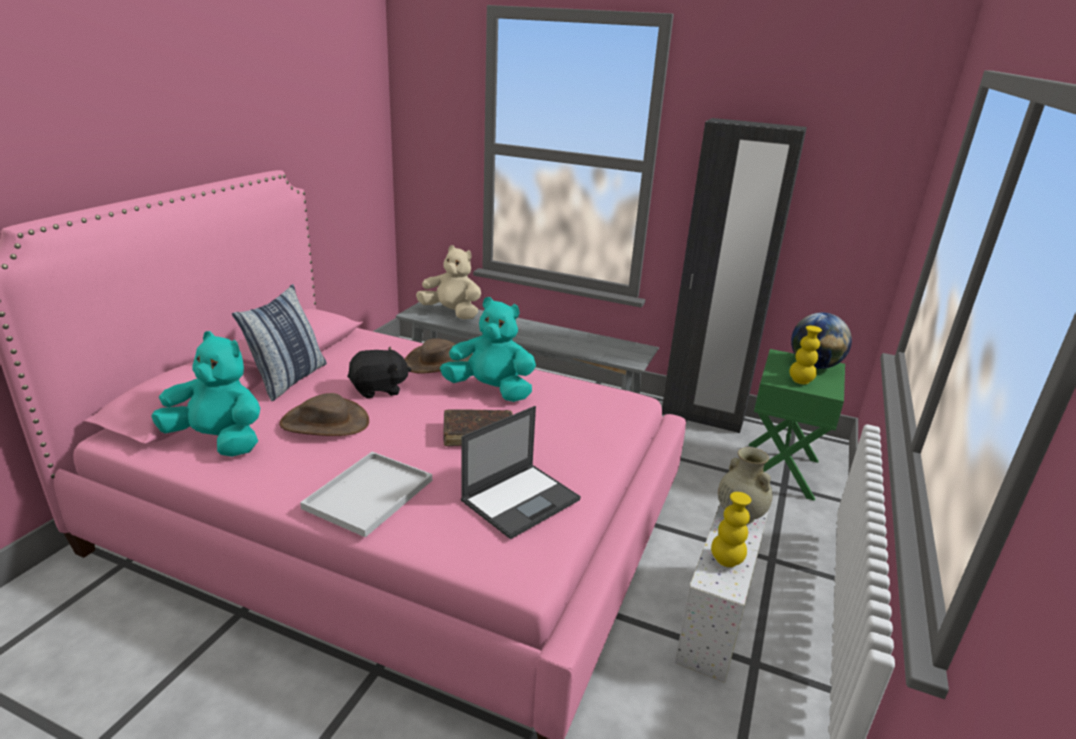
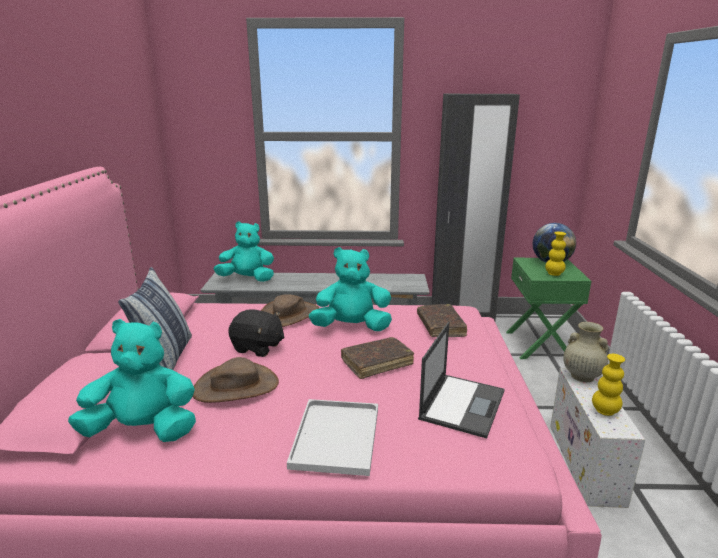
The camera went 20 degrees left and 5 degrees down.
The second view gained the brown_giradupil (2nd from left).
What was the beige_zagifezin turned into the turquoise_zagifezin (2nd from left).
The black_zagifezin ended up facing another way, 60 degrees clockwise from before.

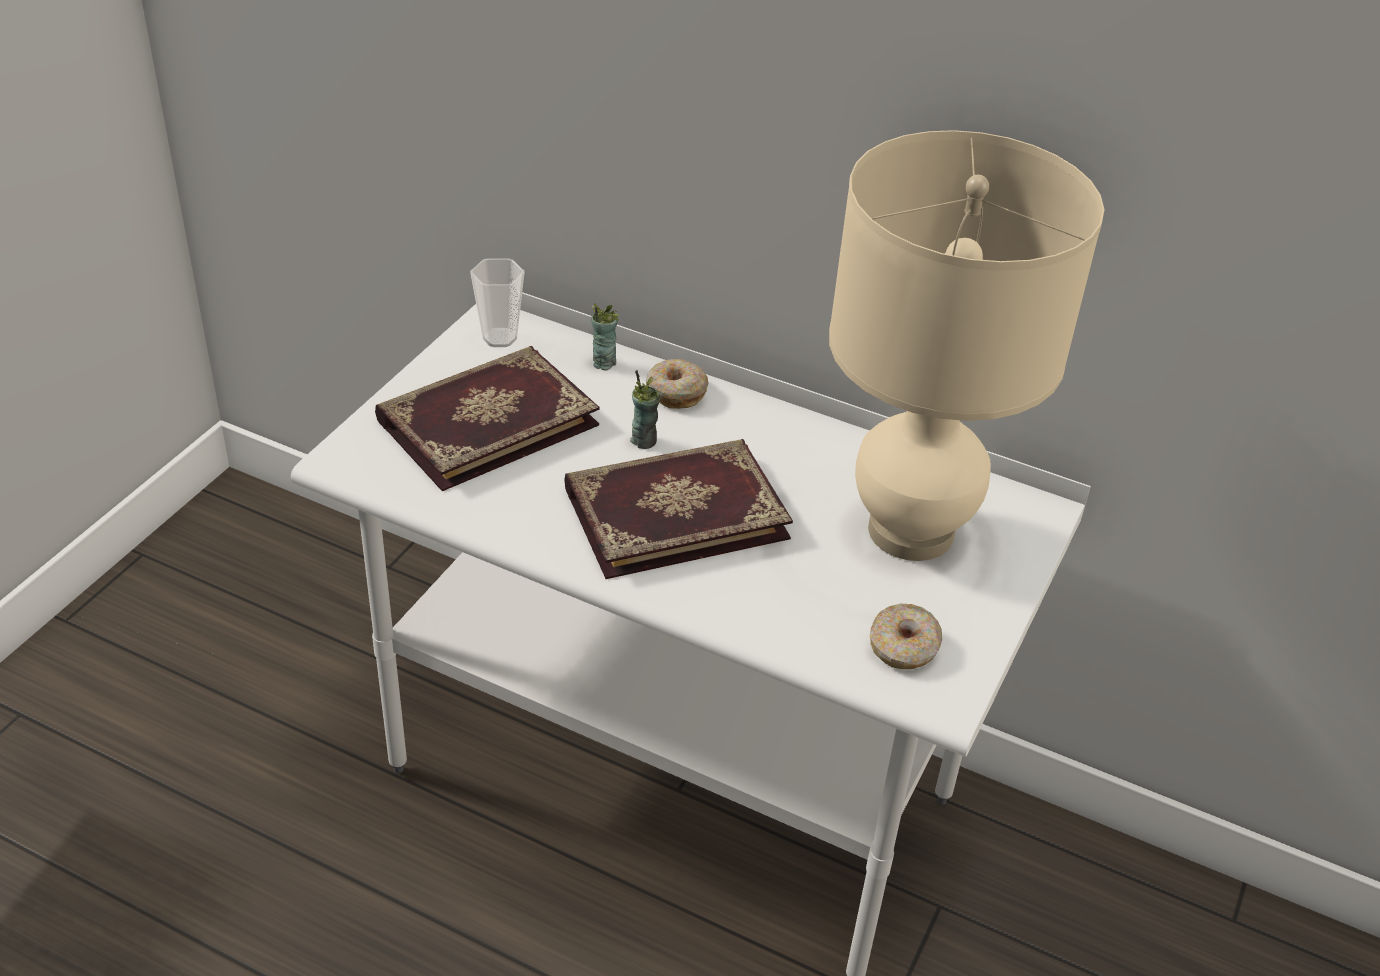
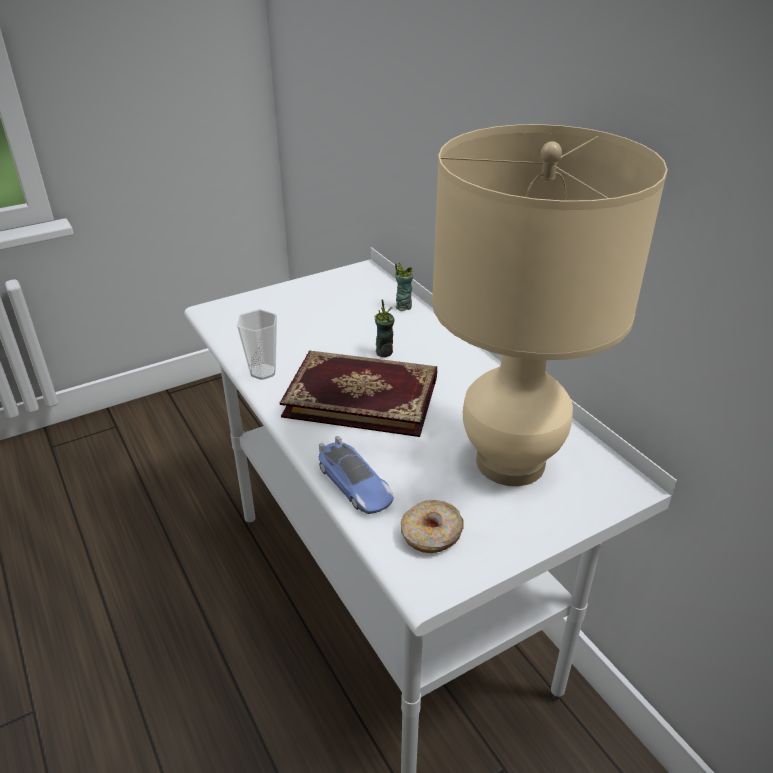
The camera went 35 degrees right and 5 degrees down.
The second view lost the giradupil (1st from left).
The second view lost the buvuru (1st from left).
The second view gained the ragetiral.
The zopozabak (1st from left) ended up elsewhere.

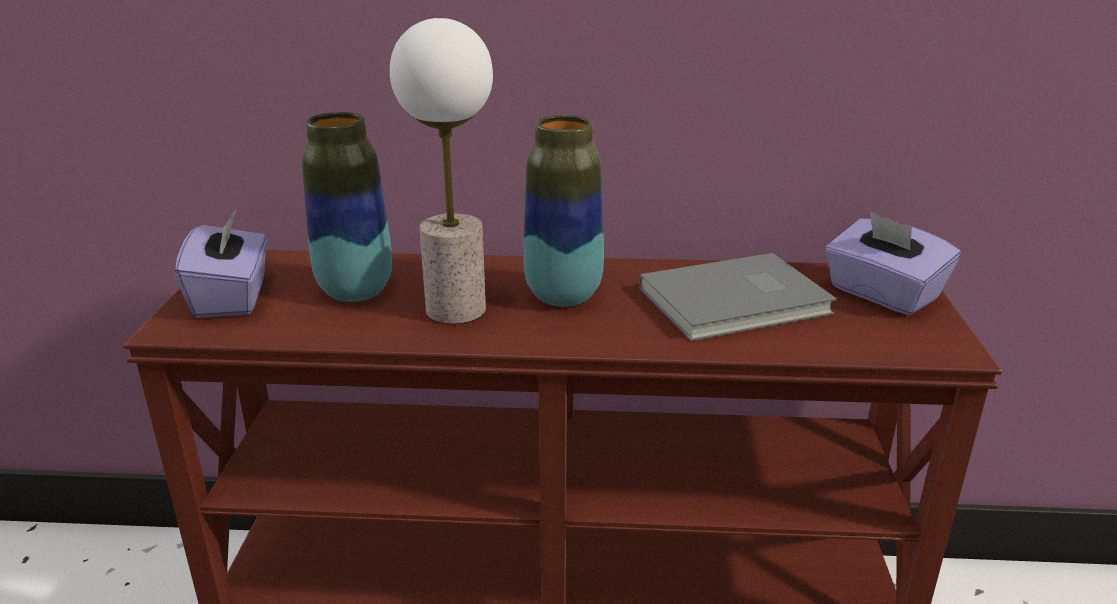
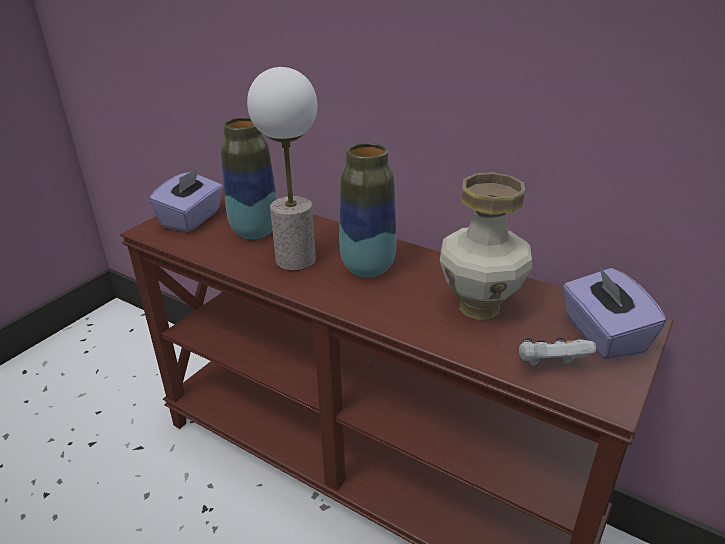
The camera went 30 degrees right and 5 degrees up.
The second view gained the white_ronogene.
Where the grey_giradupil stood, the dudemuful (3rd from left) came to stand.

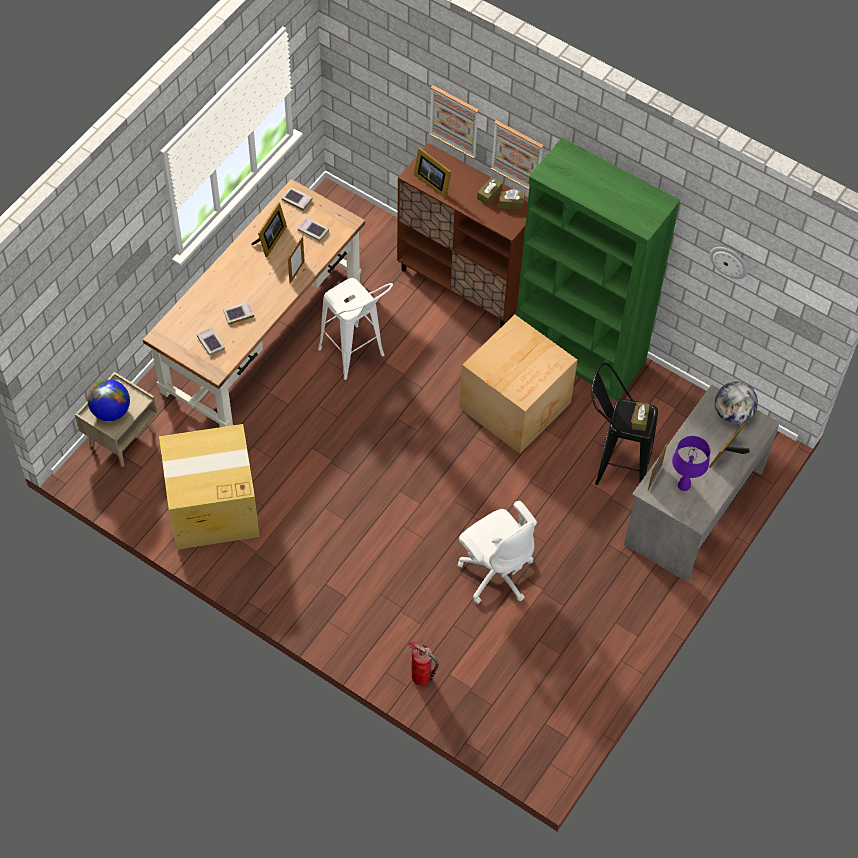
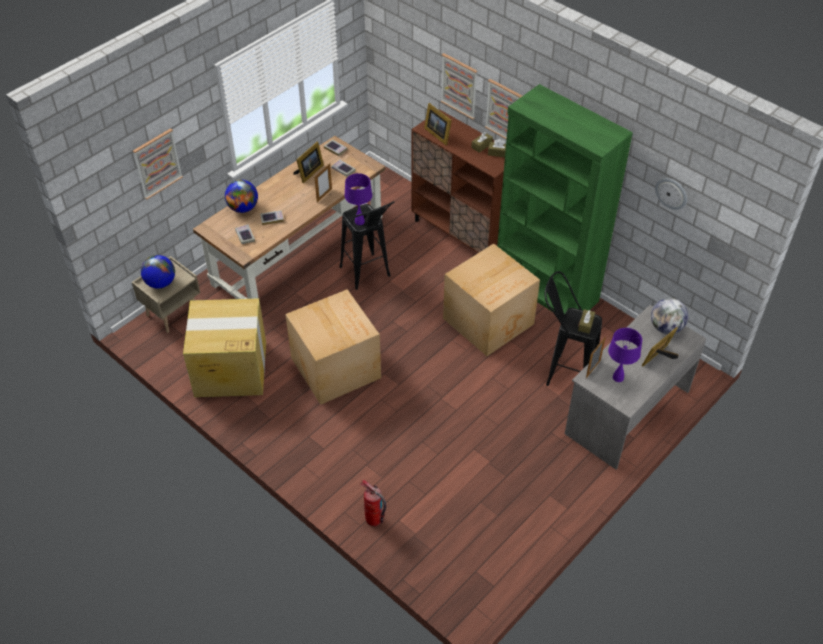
The camera went 10 degrees right and 10 degrees down.
The second view lost the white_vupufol.
The second view gained the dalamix (1st from left).
The second view gained the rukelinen (2nd from left).
The second view gained the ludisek (2nd from left).
The second view gained the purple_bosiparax (1st from left).
What was the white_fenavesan turned into the black_fenavesan (1st from left).

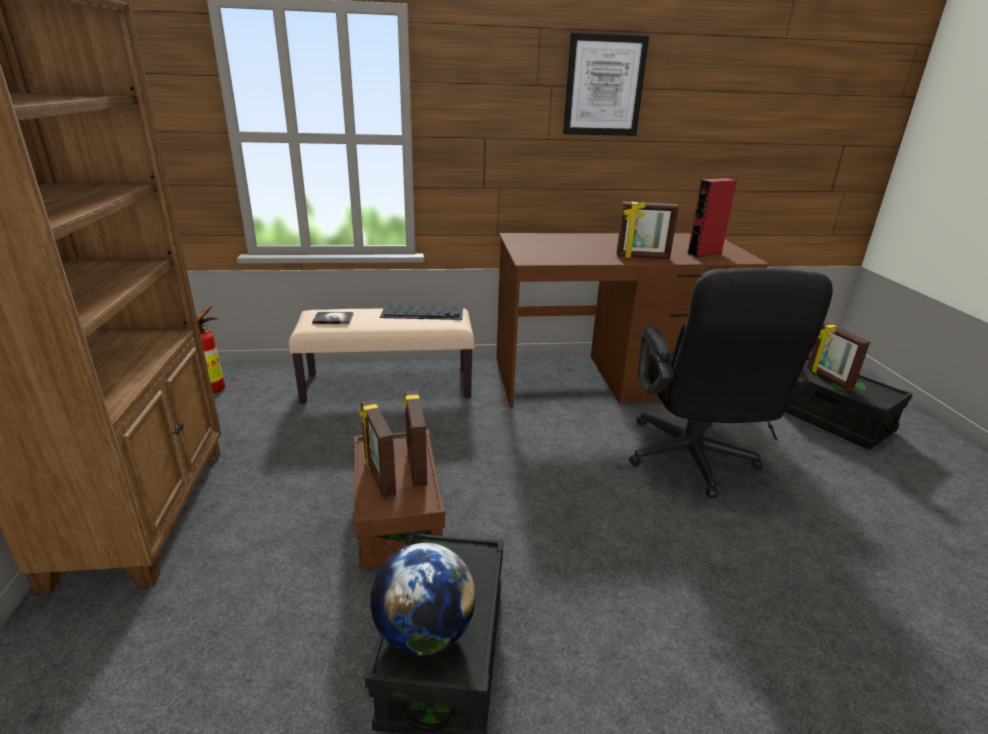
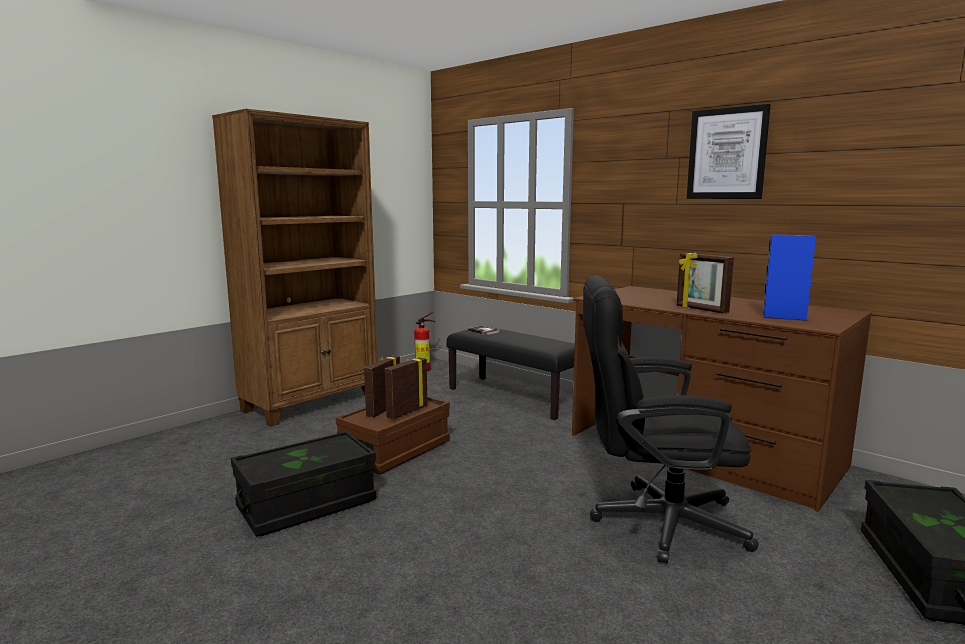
The camera went 50 degrees right and 15 degrees down.
The second view lost the rukelinen.
The second view lost the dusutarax.
The second view lost the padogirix (4th from left).
What was the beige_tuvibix turned into the black_tuvibix.
What was the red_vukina turned into the blue_vukina.
The black_vupufol ended up facing another way, 45 degrees clockwise from before.

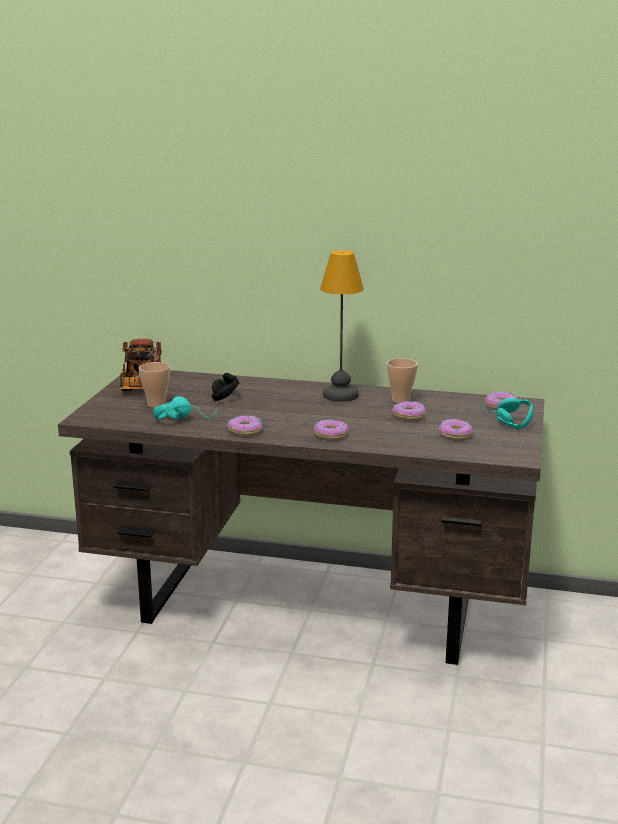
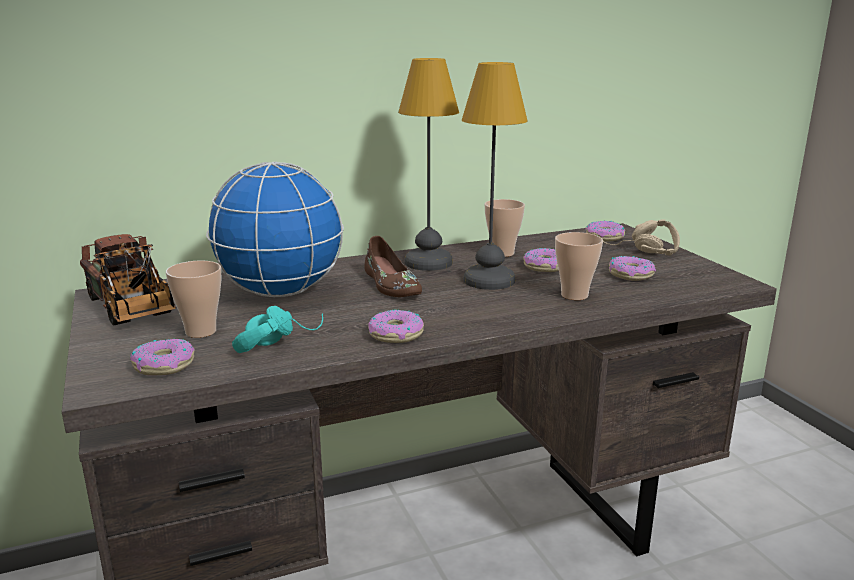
The camera went 35 degrees left and 0 degrees up.
The second view gained the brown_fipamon.
The second view gained the bosiparax (2nd from left).
The second view gained the zopozabak (3rd from left).
The buvuru (2nd from left in the first image) ended up elsewhere.
Where the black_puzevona stood, the rukelinen came to stand.
What was the turquoise_puzevona (2nd from left) turned into the beige_puzevona.

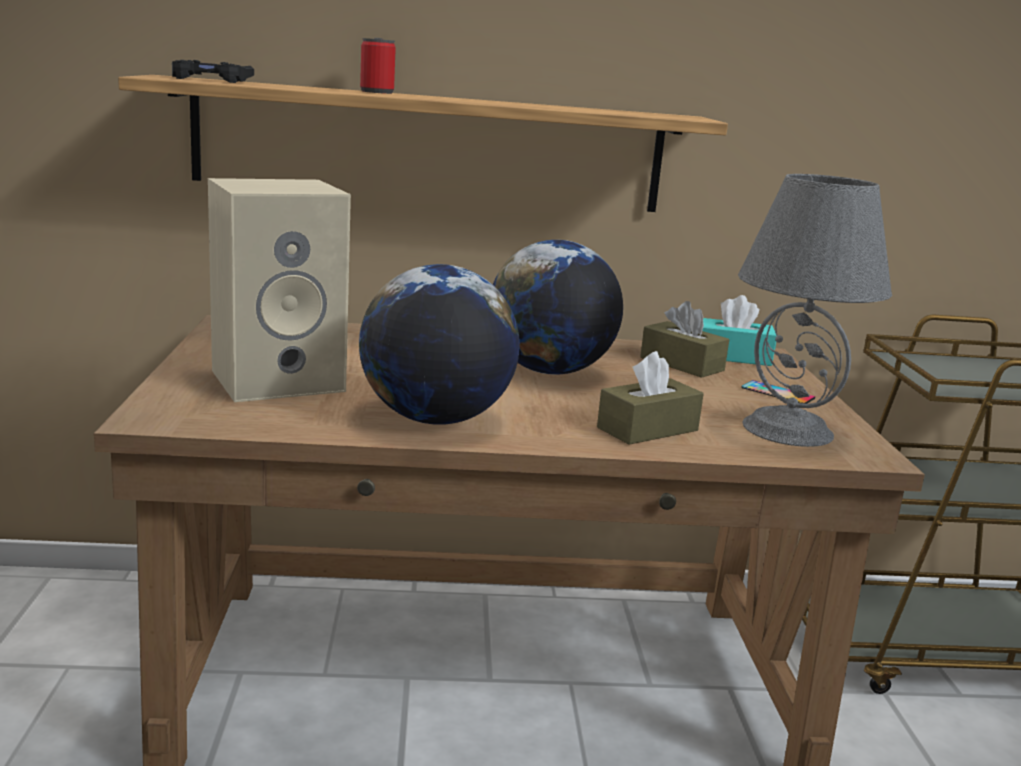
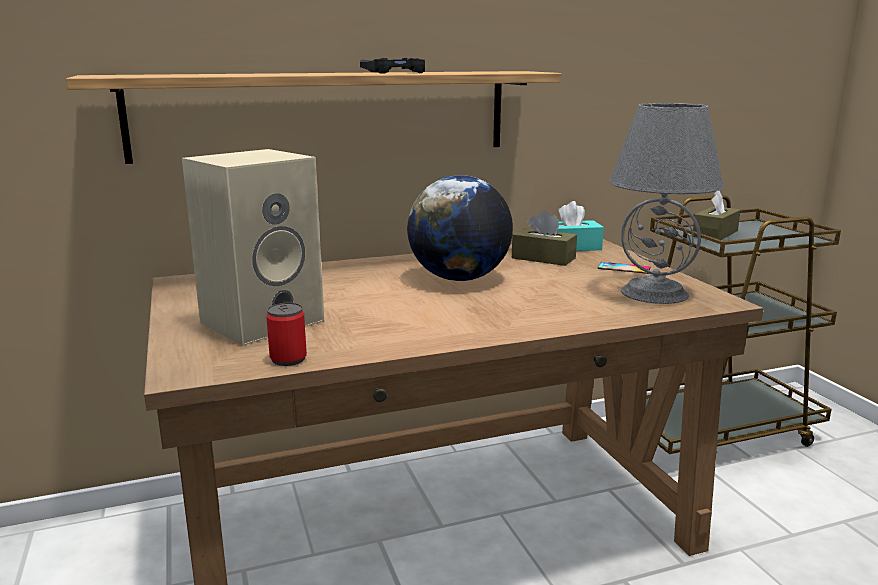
The camera went 15 degrees left and 0 degrees up.
The second view lost the rukelinen (1st from left).
The black_ronogene ended up elsewhere.
The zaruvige ended up elsewhere.
The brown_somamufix (1st from left in the first image) ended up elsewhere.

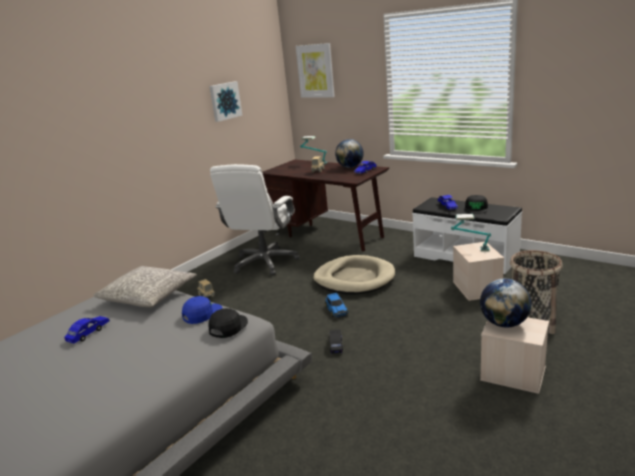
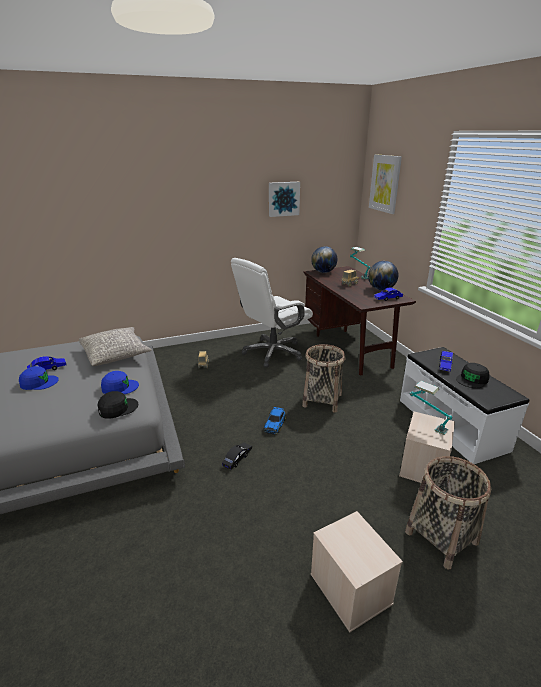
The camera went 30 degrees right and 5 degrees up.
The second view gained the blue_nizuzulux (1st from left).
The rukelinen (2nd from left in the first image) ended up elsewhere.
Where the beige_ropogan stood, the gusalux (1st from left) came to stand.

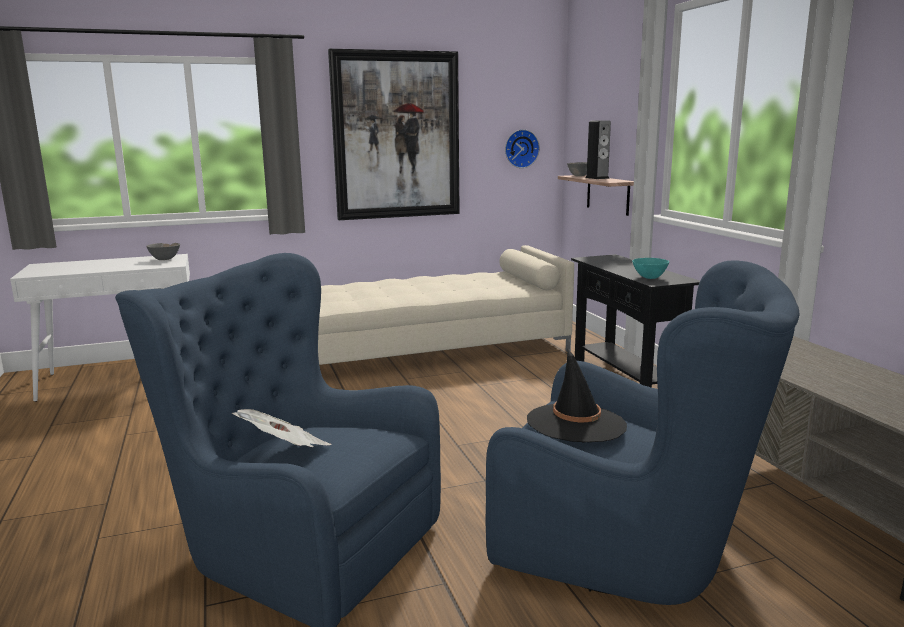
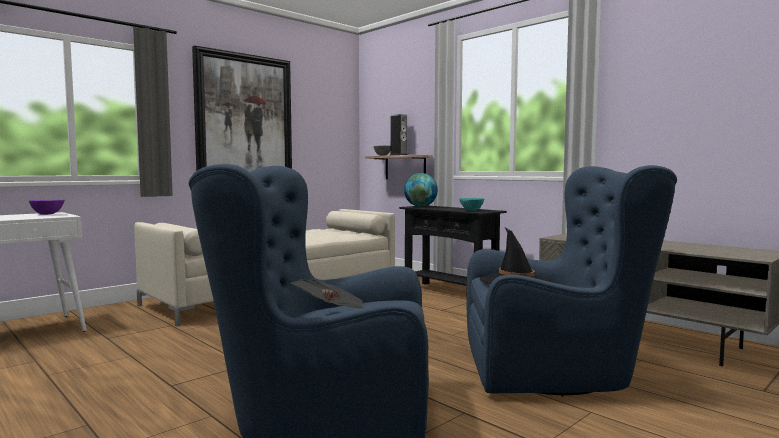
The camera went 25 degrees left and 10 degrees down.
The second view lost the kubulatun.
The second view gained the rukelinen.
What was the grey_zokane (1st from left) turned into the purple_zokane.

